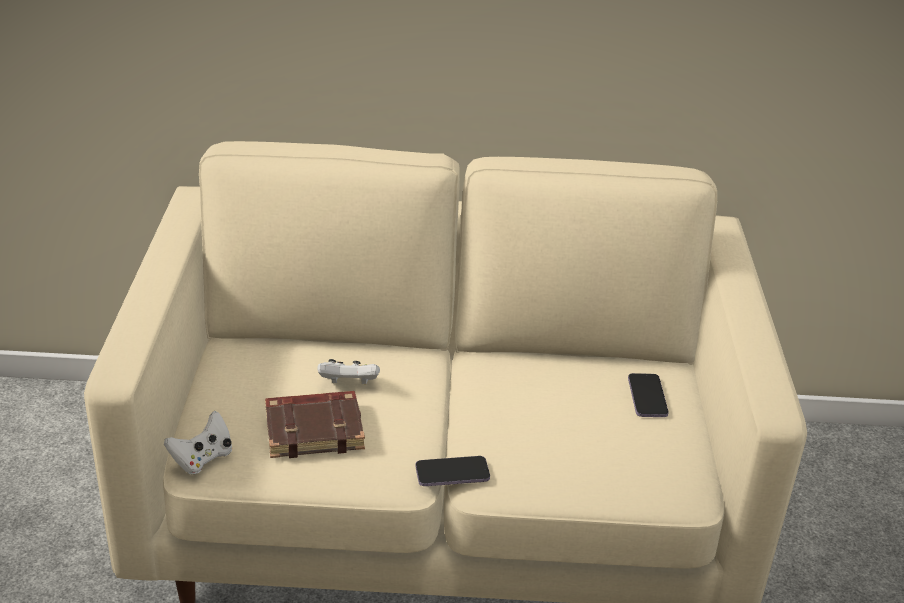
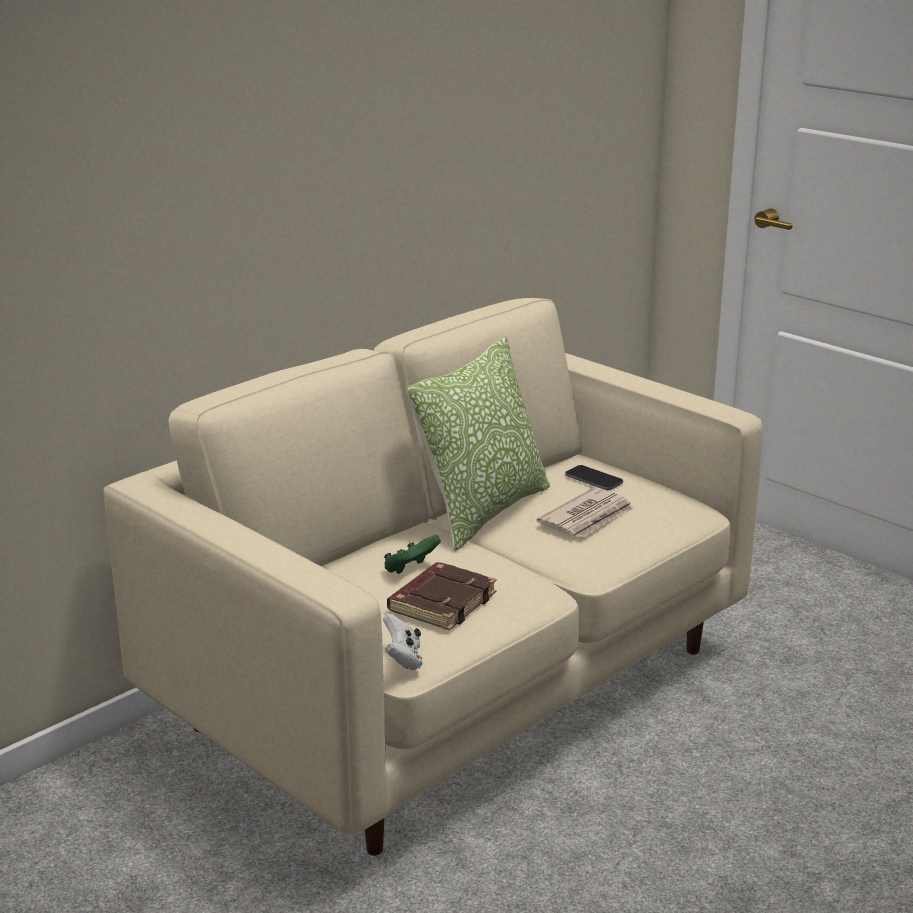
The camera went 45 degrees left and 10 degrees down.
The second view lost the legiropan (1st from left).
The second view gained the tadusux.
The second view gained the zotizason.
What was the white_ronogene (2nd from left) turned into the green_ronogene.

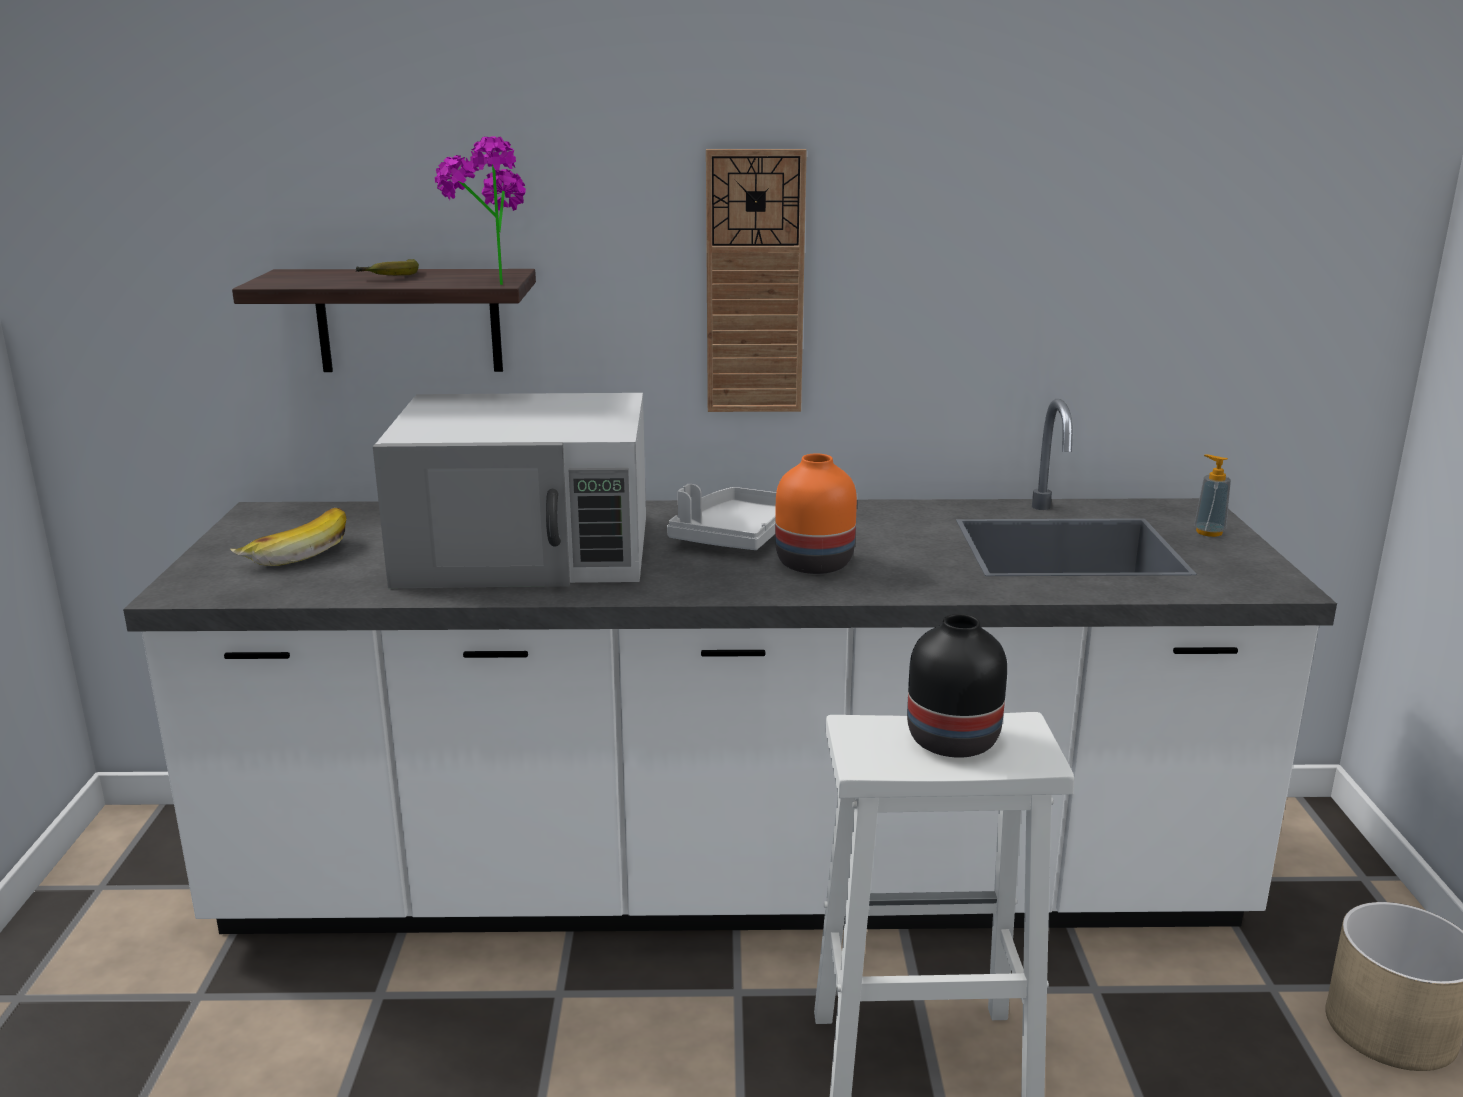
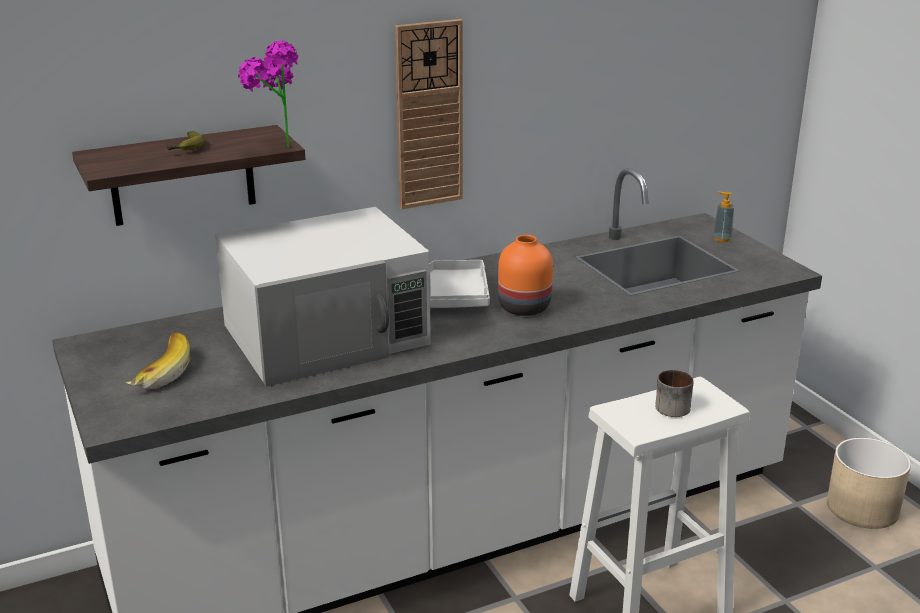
The camera went 25 degrees left and 5 degrees up.
Where the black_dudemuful stood, the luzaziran came to stand.

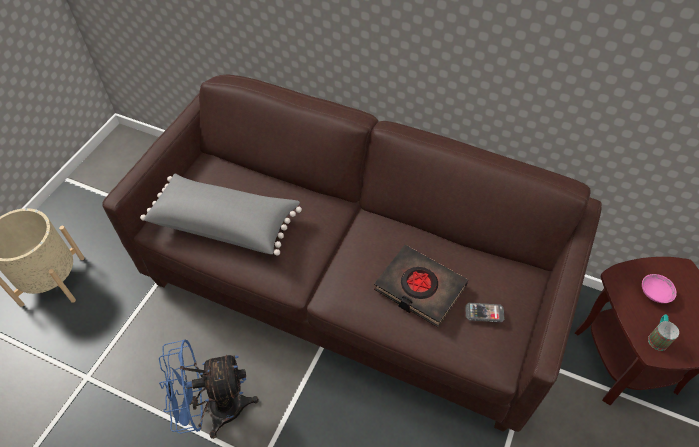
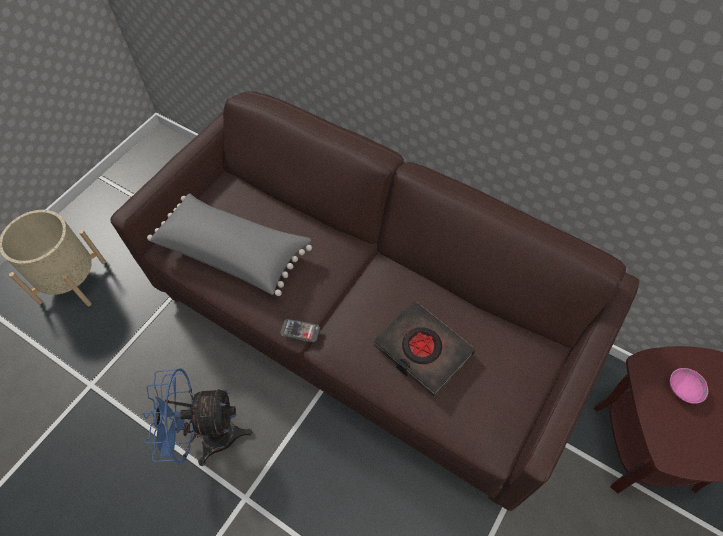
The camera went 10 degrees right and 5 degrees up.
The second view lost the luzaziran.
The legiropan ended up elsewhere.

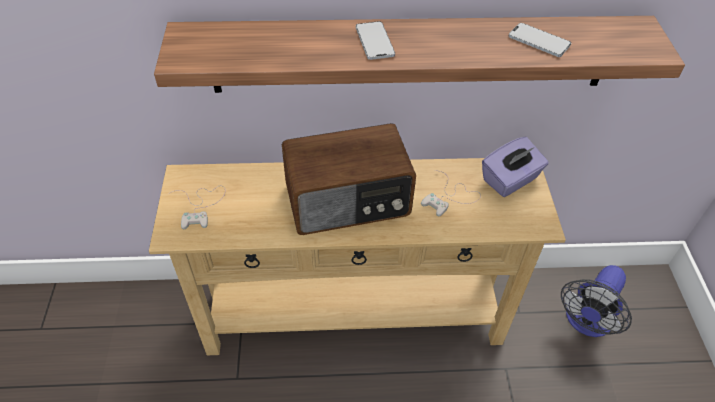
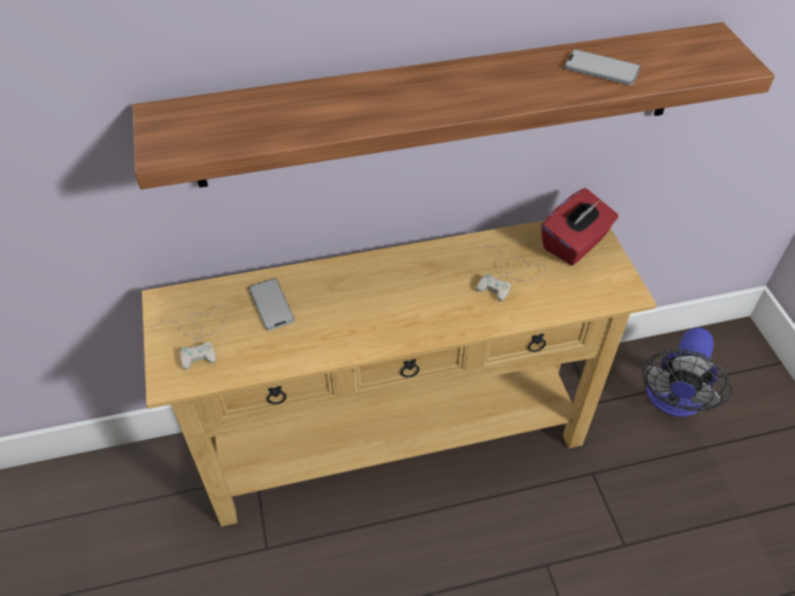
The camera went 10 degrees left and 0 degrees up.
The second view lost the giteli.
The legiropan (1st from left) ended up elsewhere.
What was the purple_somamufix turned into the red_somamufix.

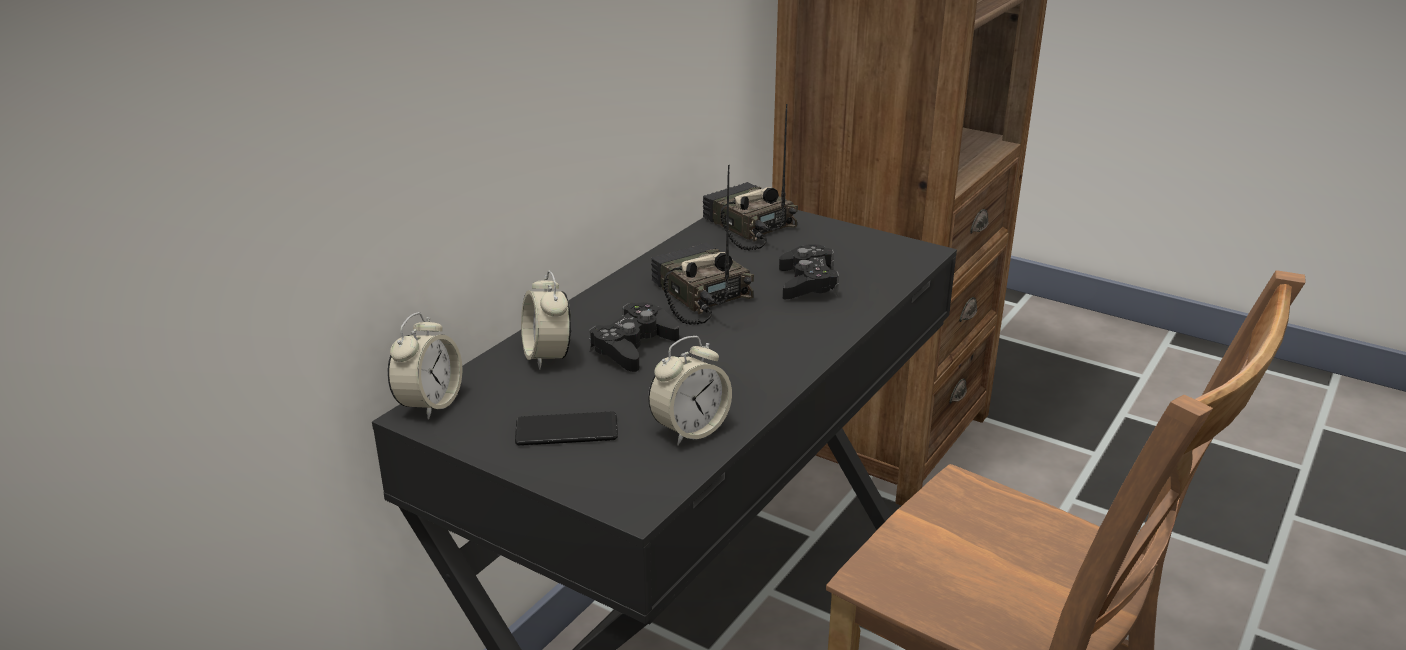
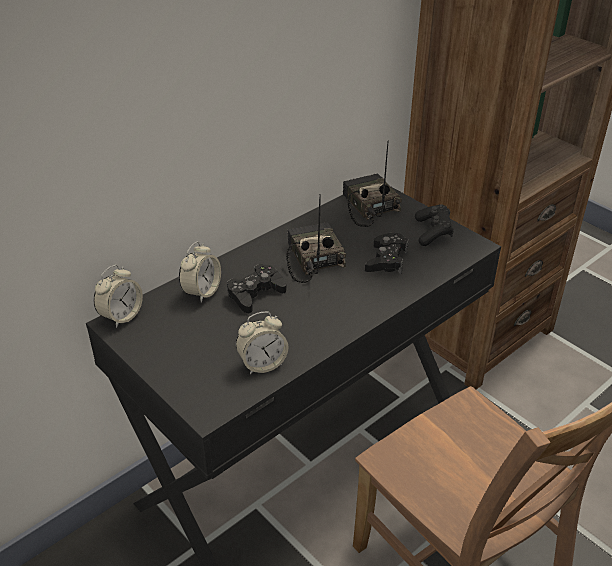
The camera went 15 degrees right and 10 degrees up.
The second view lost the legiropan.
The second view gained the black_ronogene (3rd from left).
The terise (2nd from left) ended up facing another way, 150 degrees counterclockwise from before.

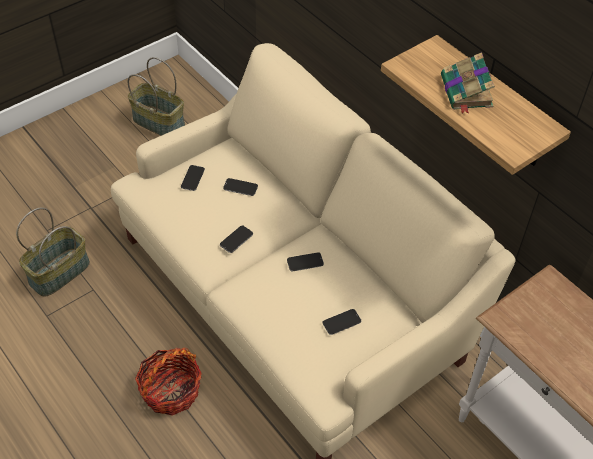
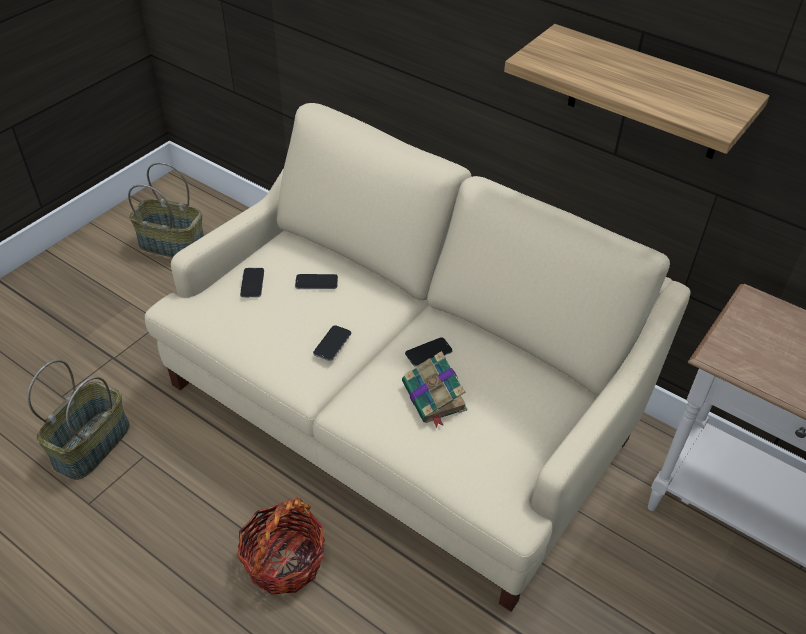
The camera went 15 degrees left and 5 degrees down.
The second view lost the legiropan (5th from left).
The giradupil ended up elsewhere.

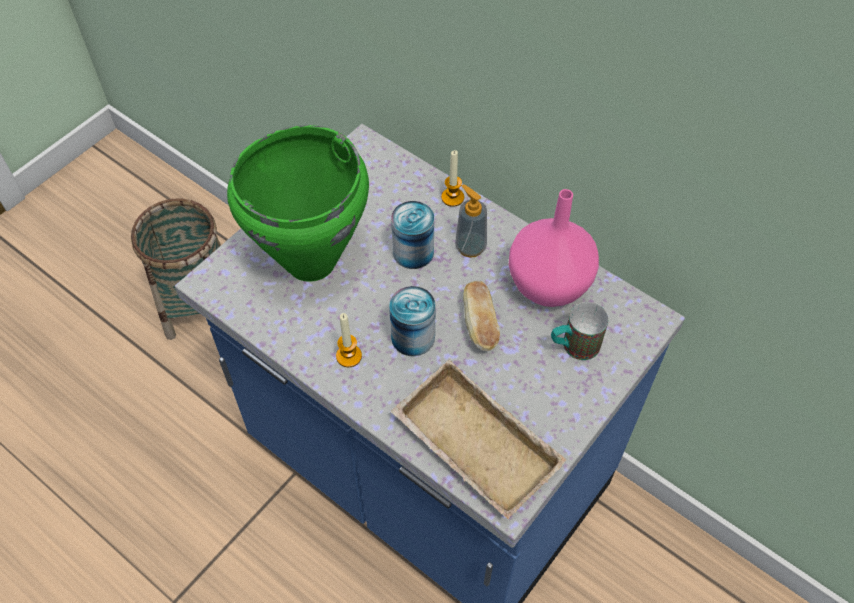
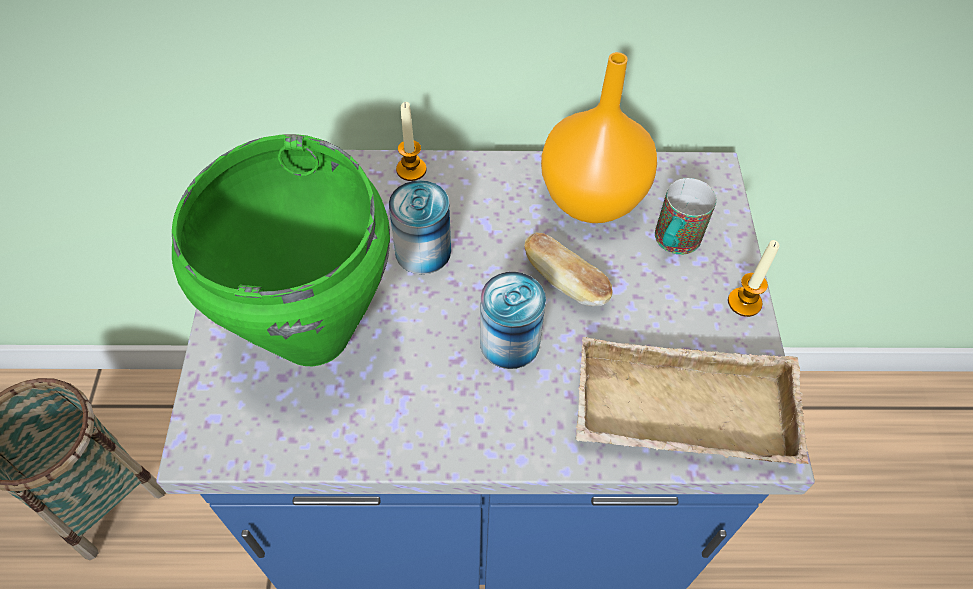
The camera went 40 degrees left and 0 degrees up.
The second view lost the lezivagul.
The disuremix (1st from left in the first image) ended up elsewhere.
What was the pink_dudemuful turned into the orange_dudemuful.

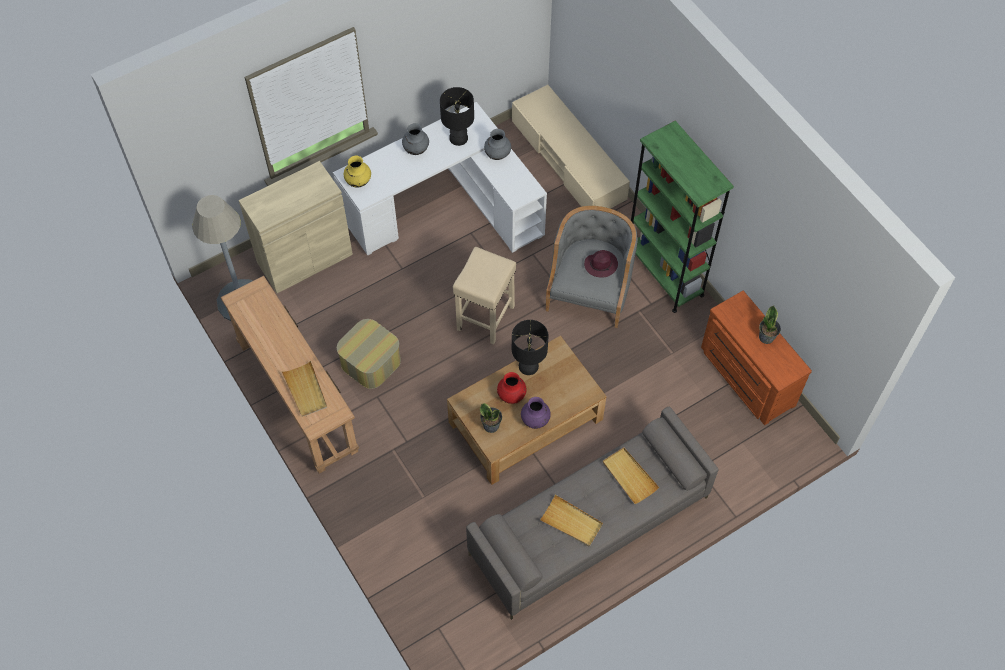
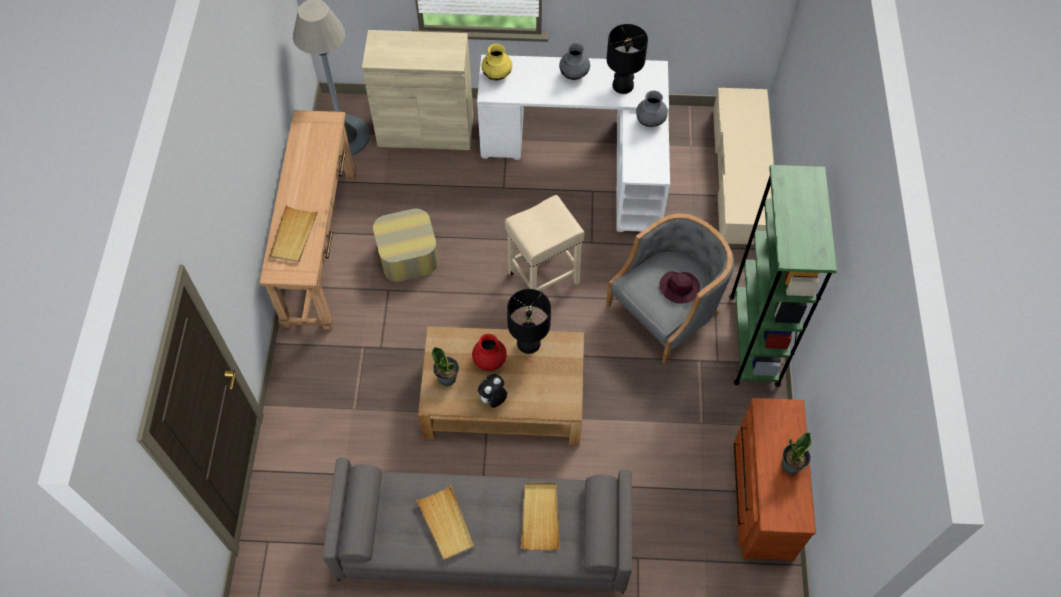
The camera went 35 degrees right and 0 degrees up.
Where the purple_dudemuful stood, the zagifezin came to stand.

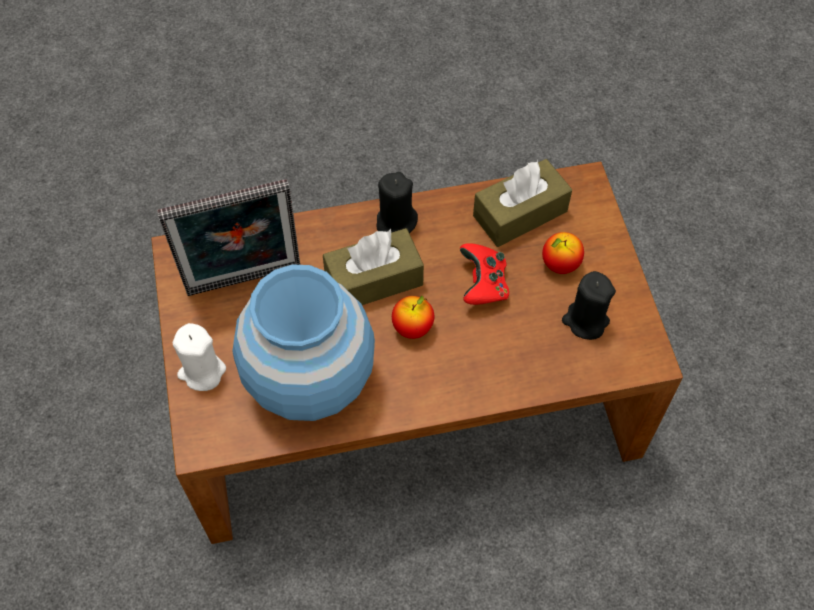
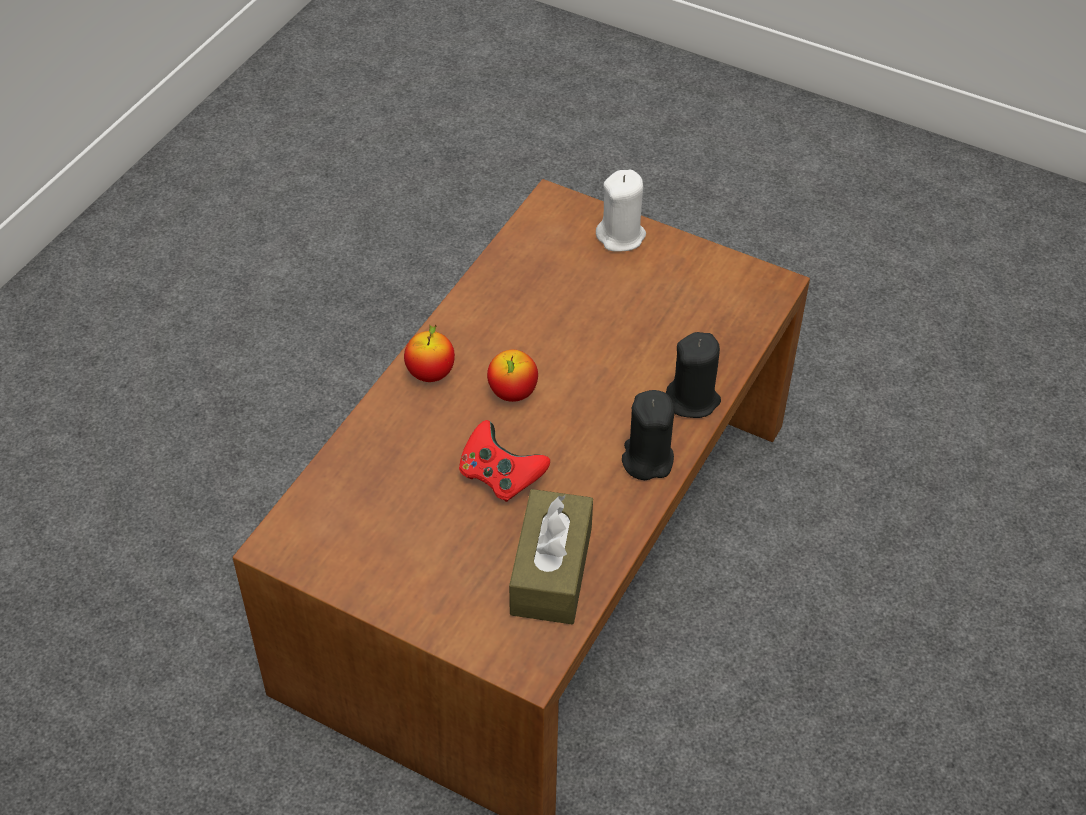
The camera went 130 degrees right and 10 degrees down.
The second view lost the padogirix.
The second view lost the blue_dudemuful.
The second view lost the brown_somamufix (1st from left).
The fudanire (2nd from left in the first image) ended up elsewhere.
The black_disuremix (2nd from left) ended up elsewhere.

